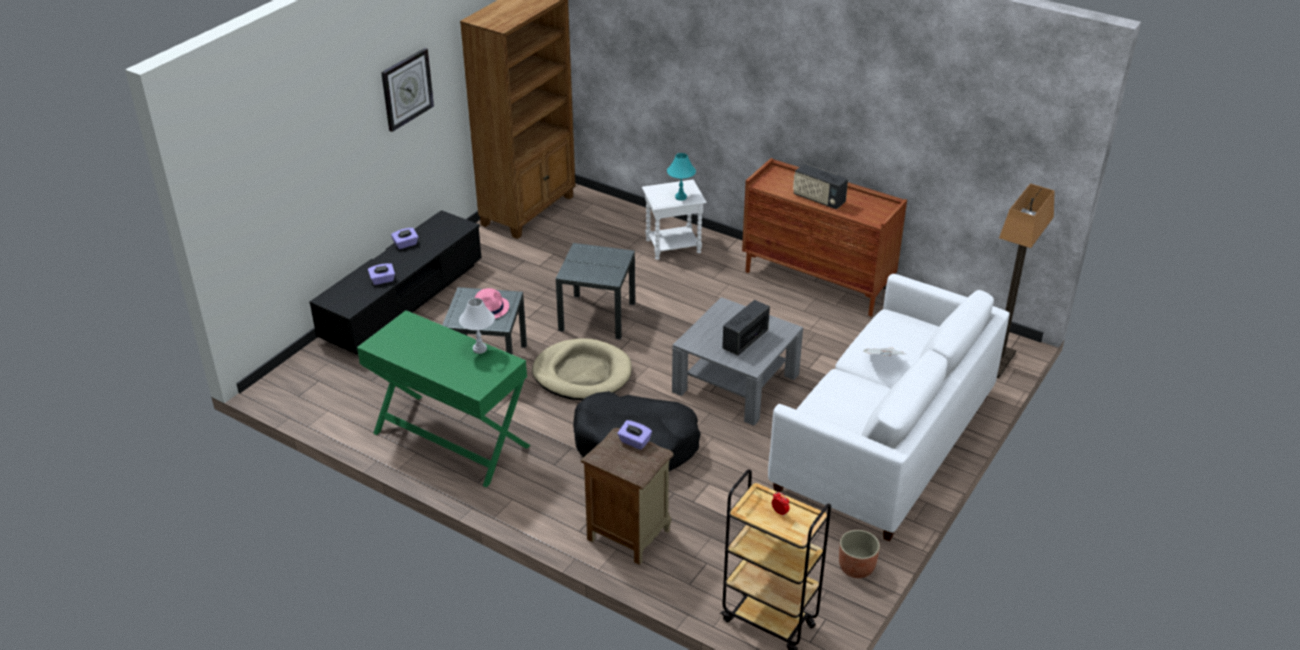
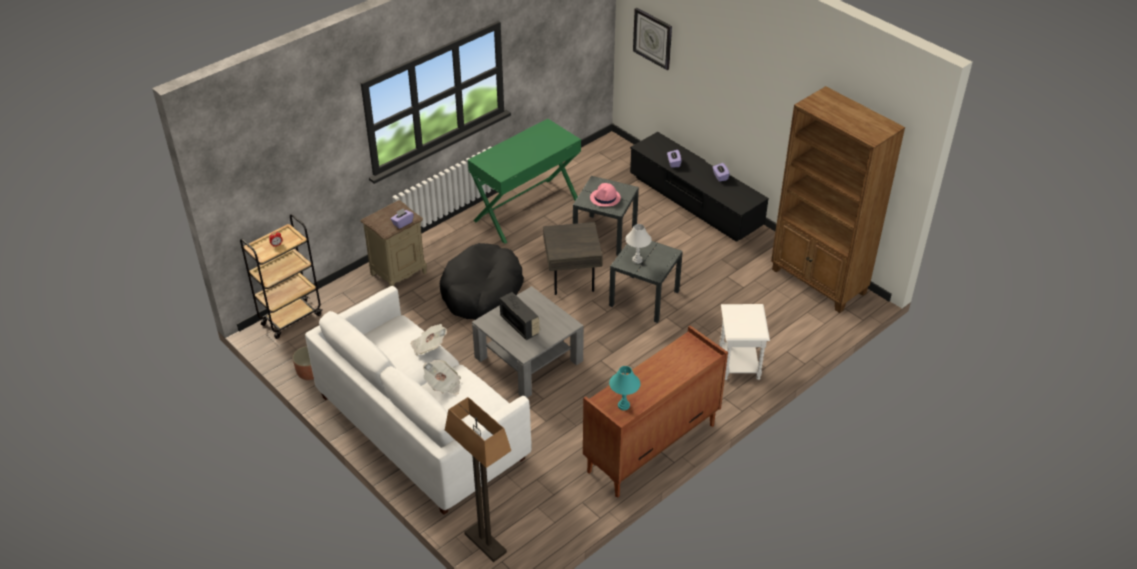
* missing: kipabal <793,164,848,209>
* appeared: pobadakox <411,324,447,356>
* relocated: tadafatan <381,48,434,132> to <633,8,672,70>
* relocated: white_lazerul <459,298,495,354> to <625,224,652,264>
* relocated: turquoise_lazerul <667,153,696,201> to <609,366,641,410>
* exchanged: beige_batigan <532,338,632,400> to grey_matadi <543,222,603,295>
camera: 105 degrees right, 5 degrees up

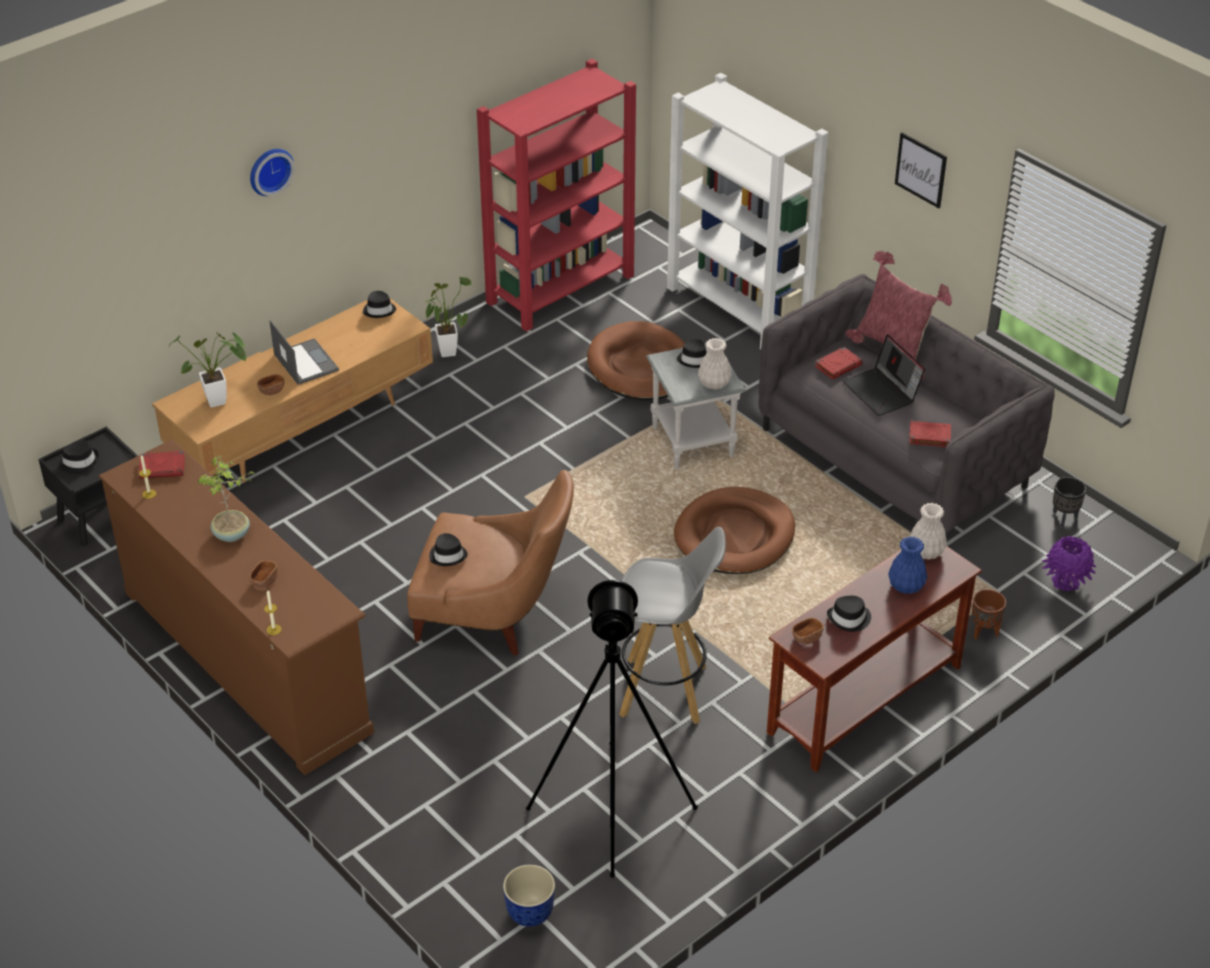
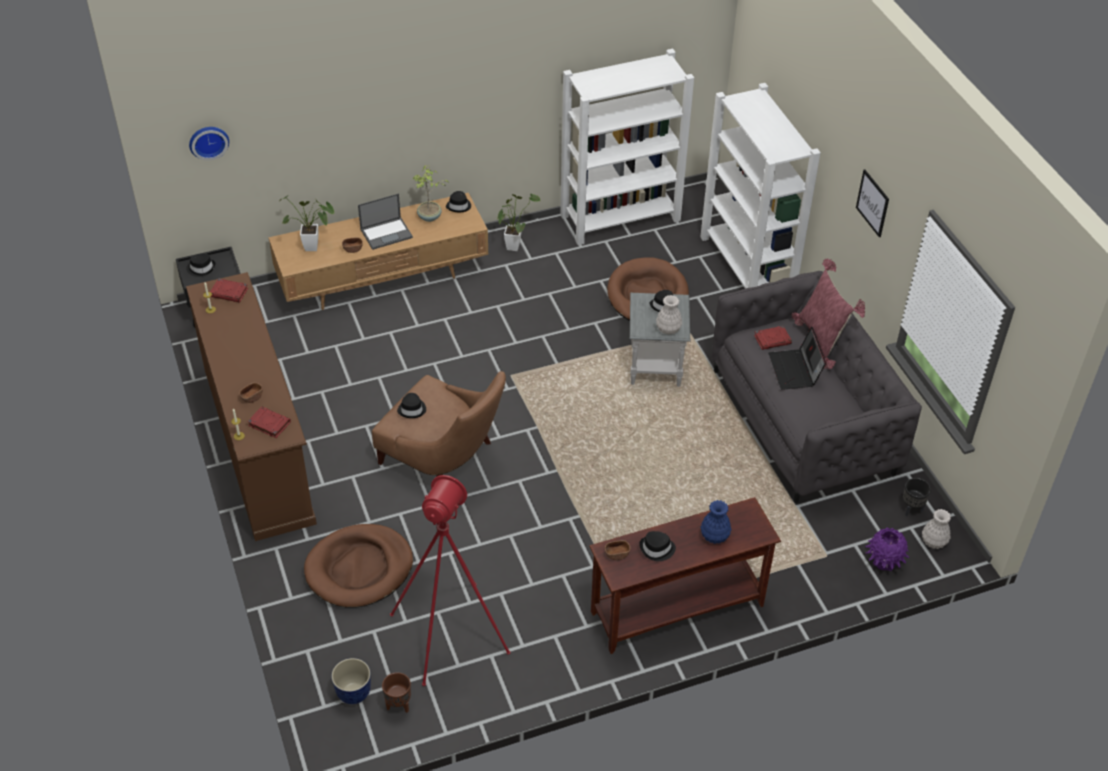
* missing: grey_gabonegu <619,527,726,724>
* relocated: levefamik <197,455,257,542> to <412,165,448,222>
* relocated: tadafatan <250,149,295,196> to <189,127,229,160>
* relocated: brown_batigan <674,487,795,574> to <304,524,413,608>
* relocated: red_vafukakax <909,421,951,447> to <247,406,291,438>
* relocated: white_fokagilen <910,503,947,559> to <922,509,951,549>
* relocated: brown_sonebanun <971,589,1006,640> to <382,672,411,713>
* colour: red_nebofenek <477,59,636,331> to white_nebofenek <560,49,694,245>
* colour: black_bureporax <526,580,698,878> to red_bureporax <390,475,510,686>
* spun: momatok <270,320,339,385> = <358,193,413,250> 75 degrees clockwise
camera: 20 degrees right, 5 degrees up

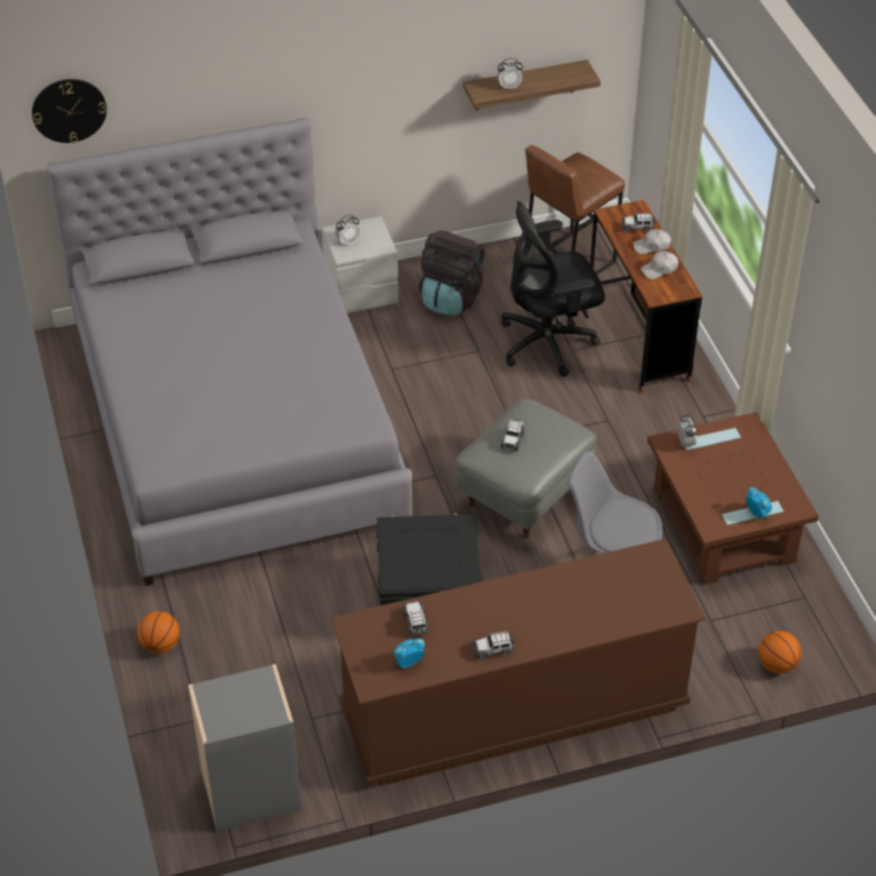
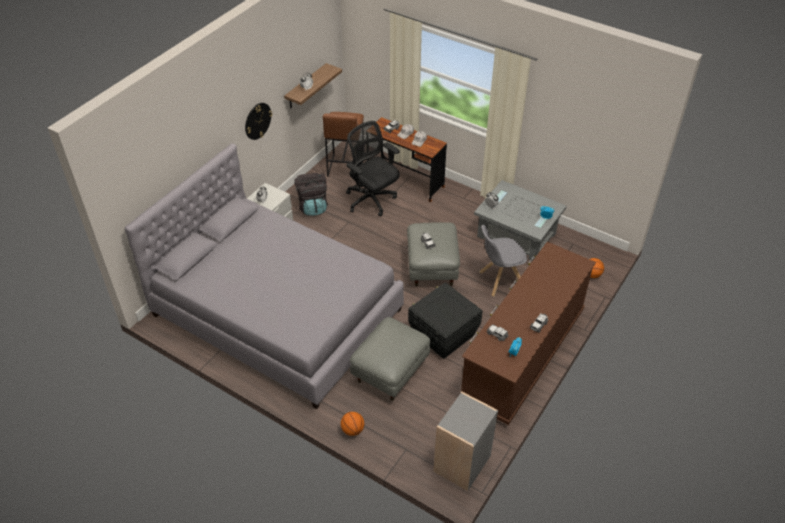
* appeared: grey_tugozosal <350,317,430,401>
* relocated: tadafatan <32,79,107,143> to <245,103,272,140>
* colour: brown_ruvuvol <647,412,819,585> to grey_ruvuvol <474,180,567,261>
* spun: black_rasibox <502,201,605,377> = <346,121,400,216> 105 degrees clockwise
camera: 40 degrees left, 0 degrees up

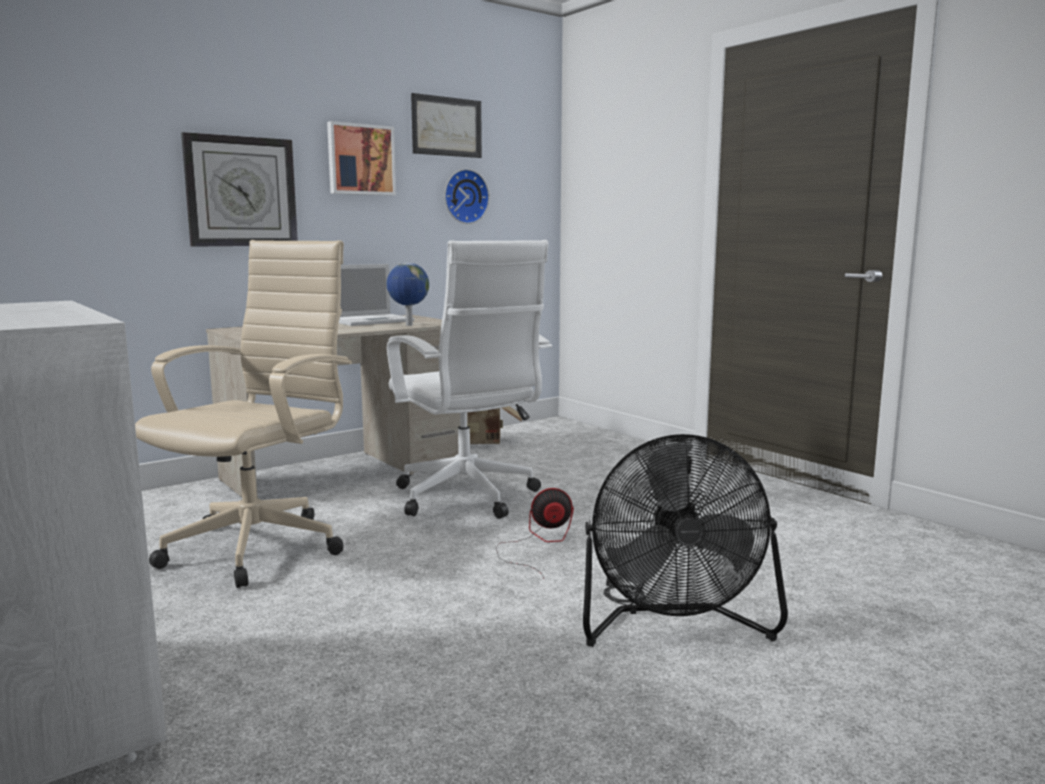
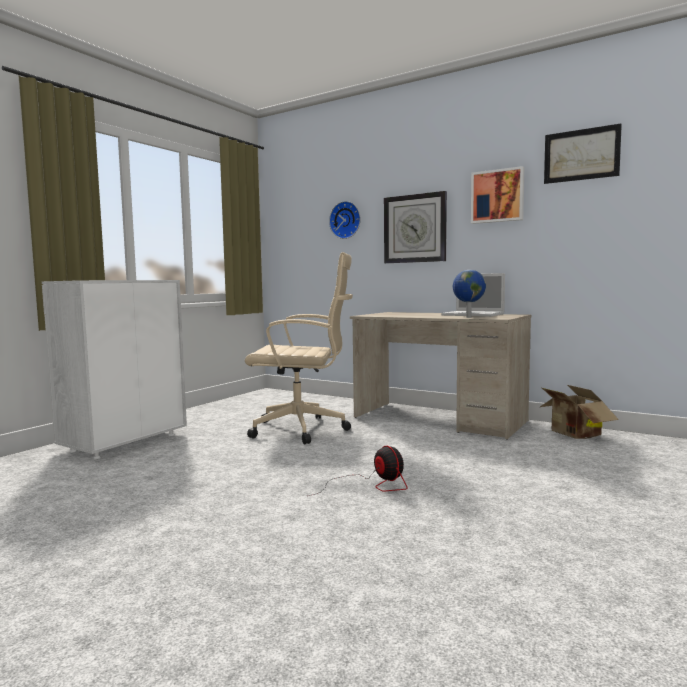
* missing: white_rasibox <387,240,552,519>
* missing: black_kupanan <583,434,788,647>
* relocated: tadafatan <445,169,489,224> to <329,201,360,239>
camera: 70 degrees right, 5 degrees down

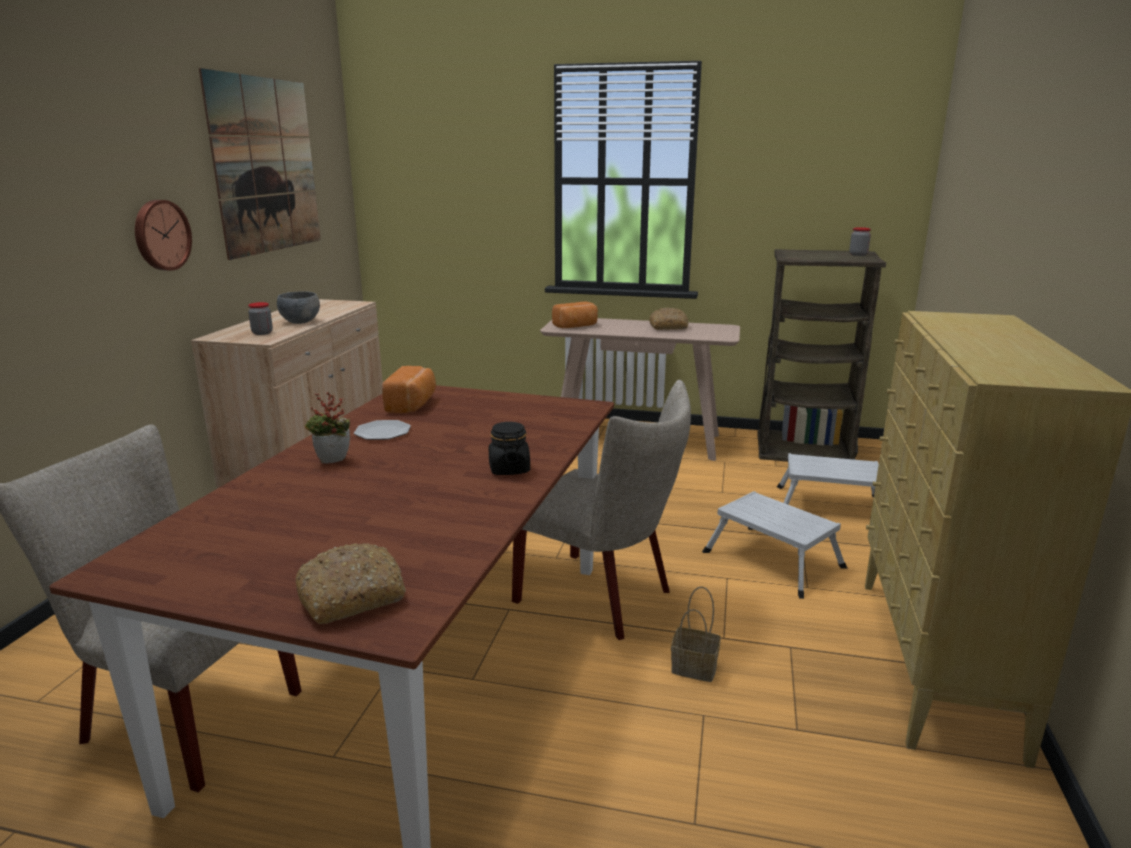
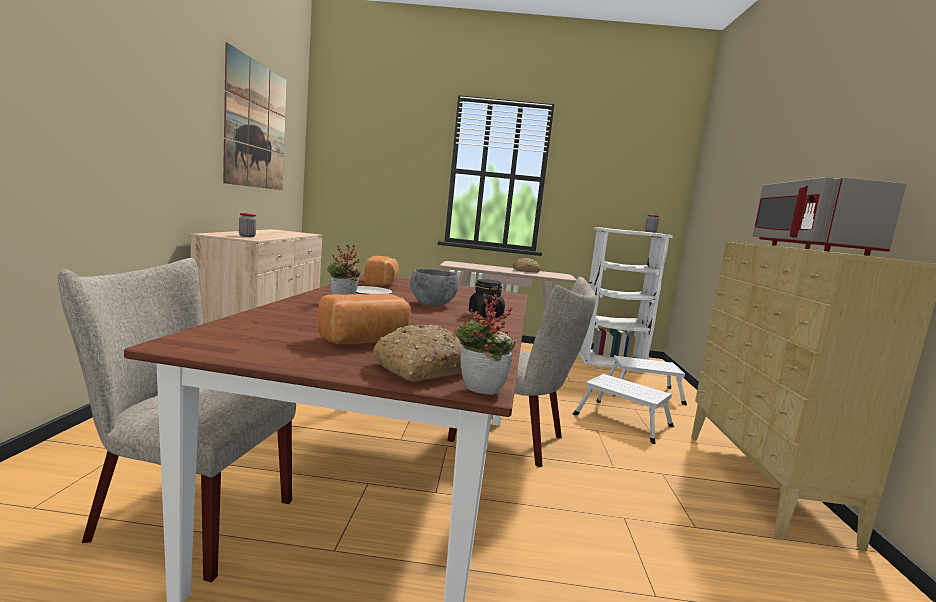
* missing: tadafatan <135,200,192,271>
* missing: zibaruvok <671,586,721,682>
* appeared: levefamik <455,293,516,395>
* appeared: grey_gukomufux <753,177,907,256>
* relocated: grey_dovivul <277,291,320,324> to <410,269,459,306>
* relocated: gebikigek <552,301,598,328> to <318,294,411,344>
* colour: brown_nebofenek <758,249,886,462> to white_nebofenek <578,227,673,368>
camera: 10 degrees left, 10 degrees down

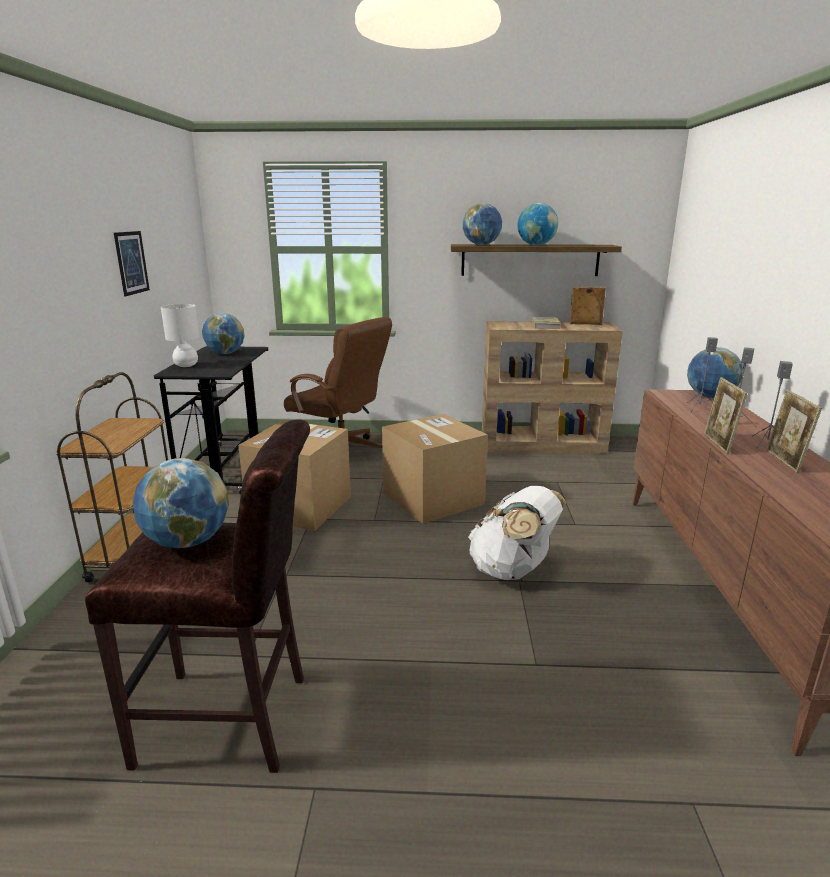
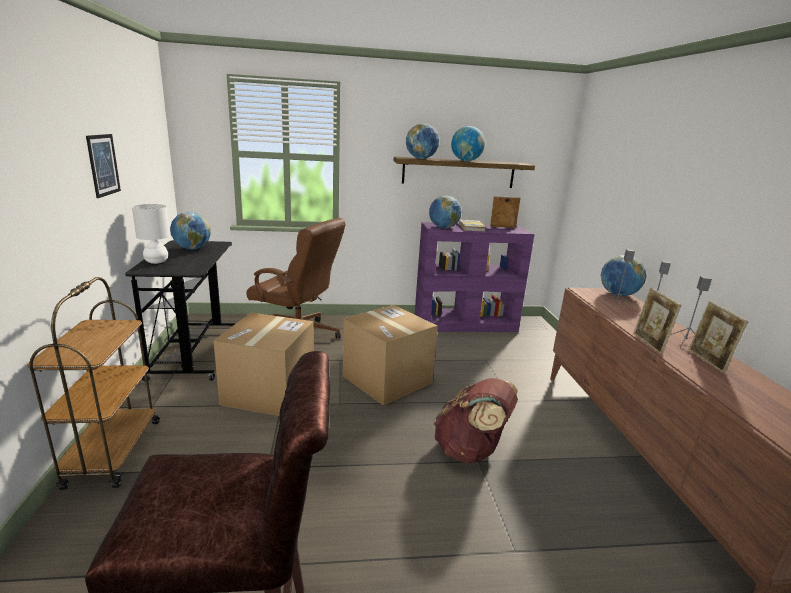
* relocated: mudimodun <133,458,229,548> to <429,196,461,228>
* colour: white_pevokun <468,486,566,580> to brown_pevokun <434,378,518,463>
* colour: brown_nebofenek <482,321,623,454> to purple_nebofenek <415,222,534,332>
camera: 10 degrees left, 0 degrees up

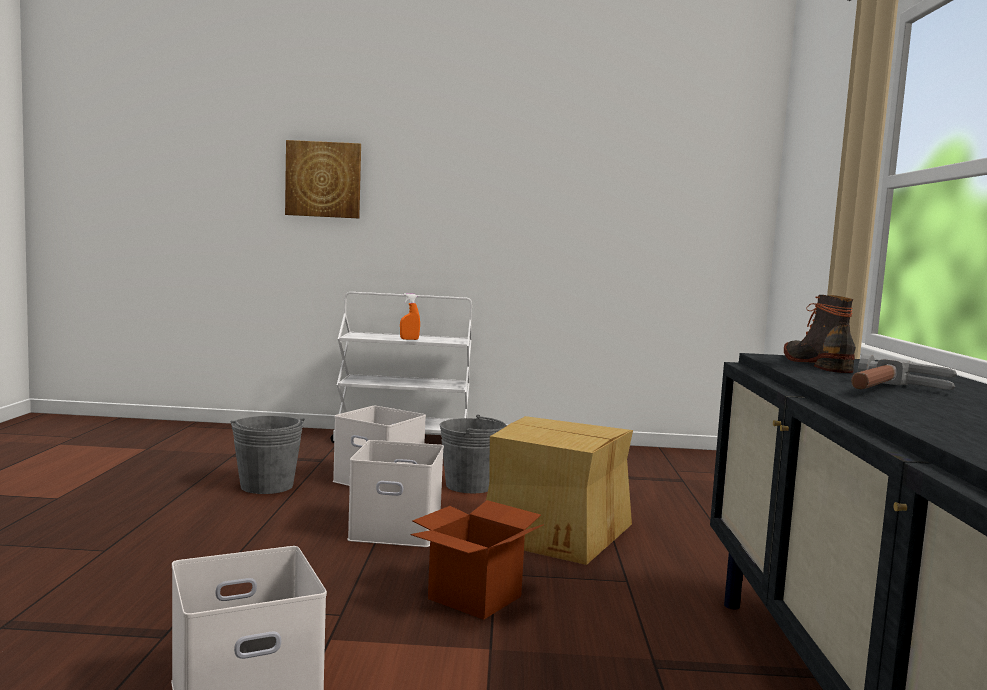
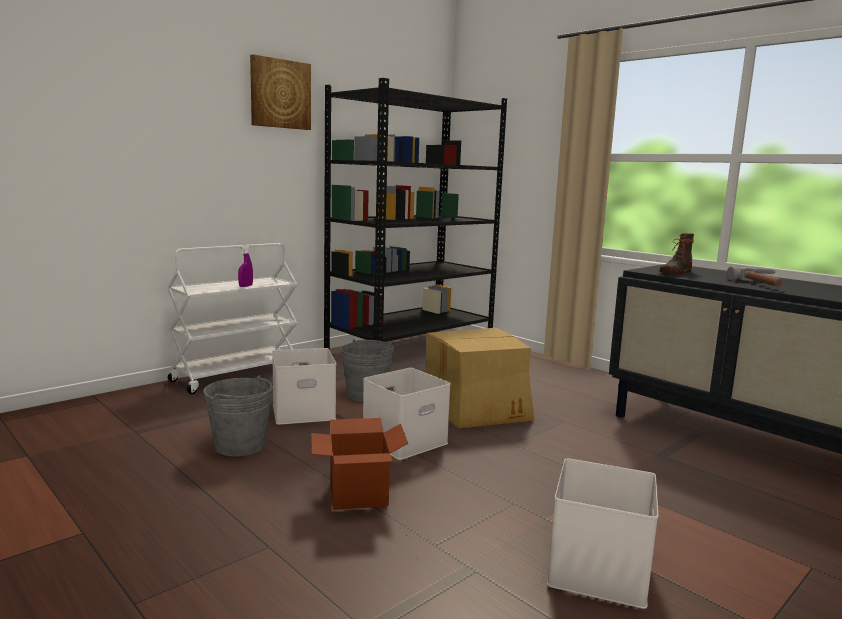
* appeared: black_nebofenek <324,78,507,350>
* relocated: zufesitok <285,140,361,218> to <250,54,311,130>
* relocated: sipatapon <410,500,544,620> to <311,418,408,510>
* colour: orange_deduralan <400,293,420,340> to purple_deduralan <238,245,253,287>
* spun: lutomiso <784,295,856,373> = <659,233,694,275> 90 degrees counterclockwise
camera: 45 degrees left, 5 degrees up

